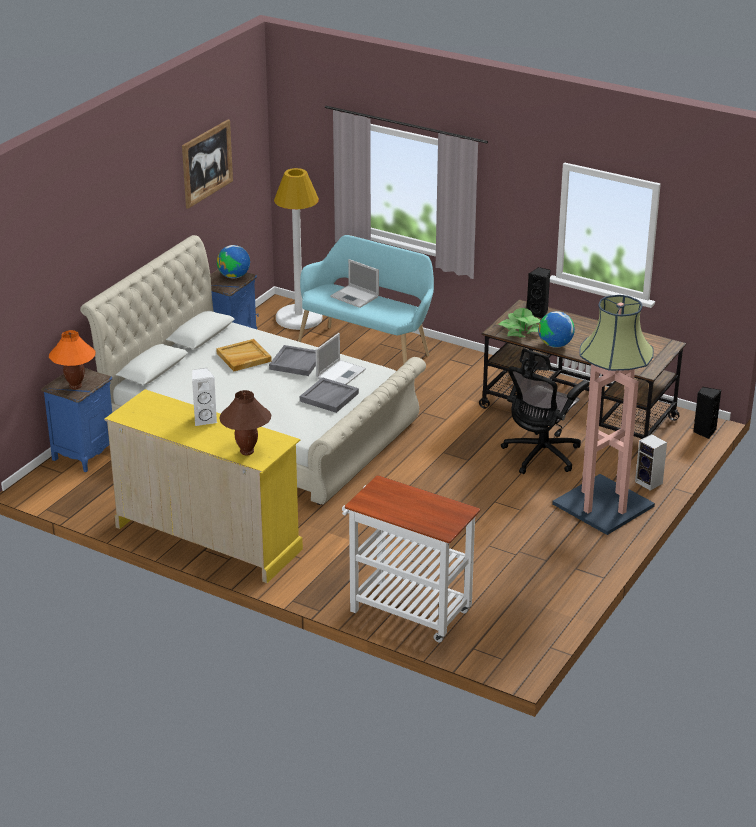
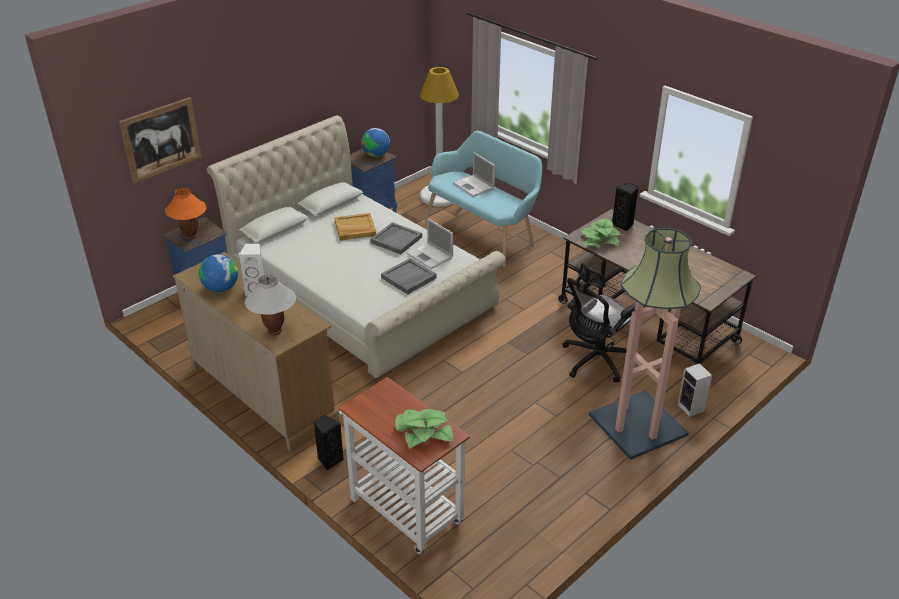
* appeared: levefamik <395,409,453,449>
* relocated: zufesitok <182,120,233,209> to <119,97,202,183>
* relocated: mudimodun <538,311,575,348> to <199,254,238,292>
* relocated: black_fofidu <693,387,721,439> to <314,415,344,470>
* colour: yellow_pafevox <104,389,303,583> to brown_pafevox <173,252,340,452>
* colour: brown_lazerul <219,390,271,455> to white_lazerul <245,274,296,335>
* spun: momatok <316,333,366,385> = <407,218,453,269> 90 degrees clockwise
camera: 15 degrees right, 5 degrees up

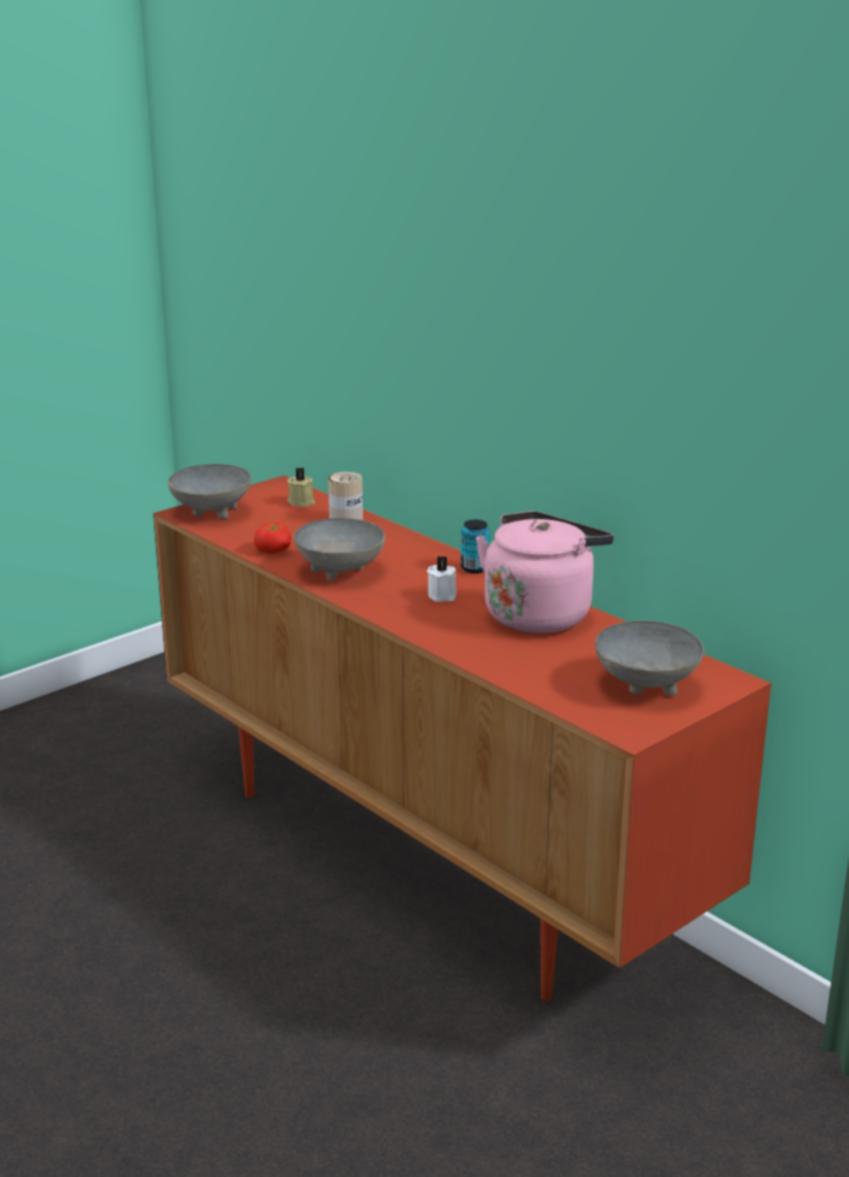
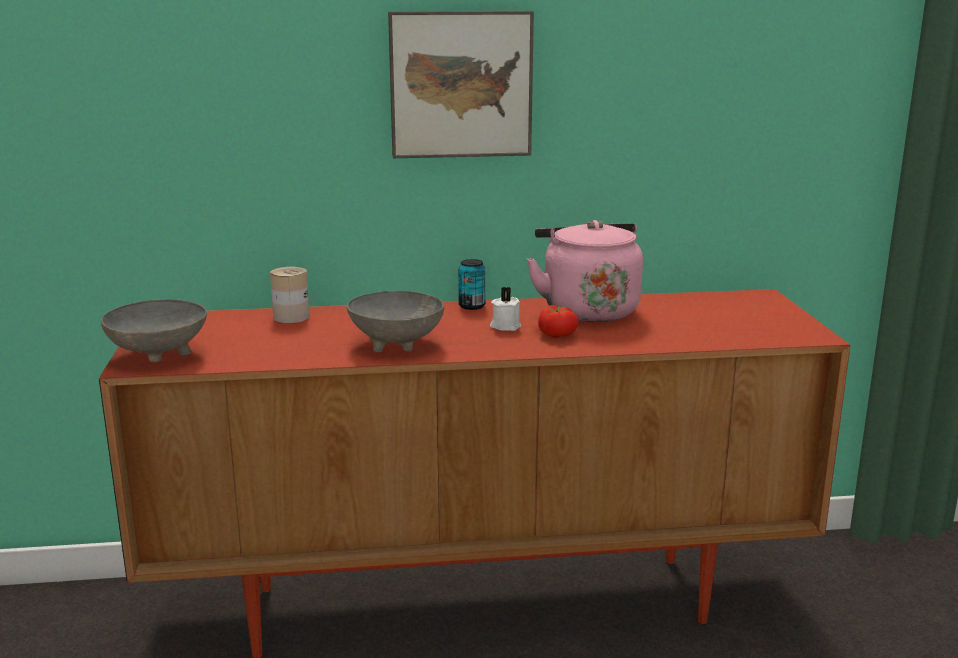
* missing: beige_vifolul <287,467,315,507>
* missing: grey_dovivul <595,620,704,696>
* appeared: zufesitok <388,11,534,158>
* relocated: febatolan <254,522,291,554> to <538,305,579,338>
camera: 55 degrees left, 5 degrees down

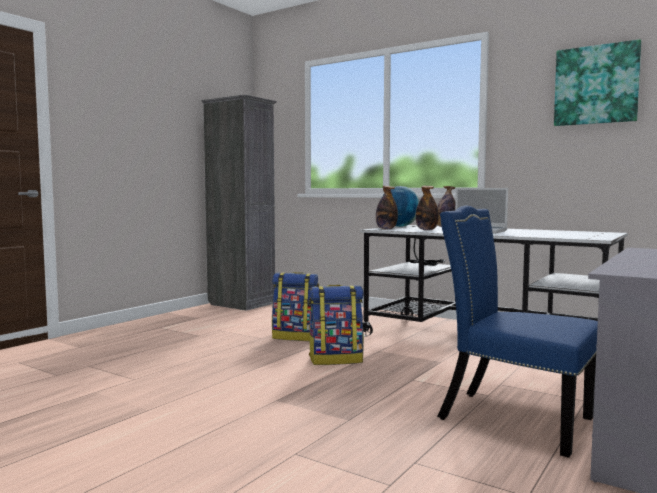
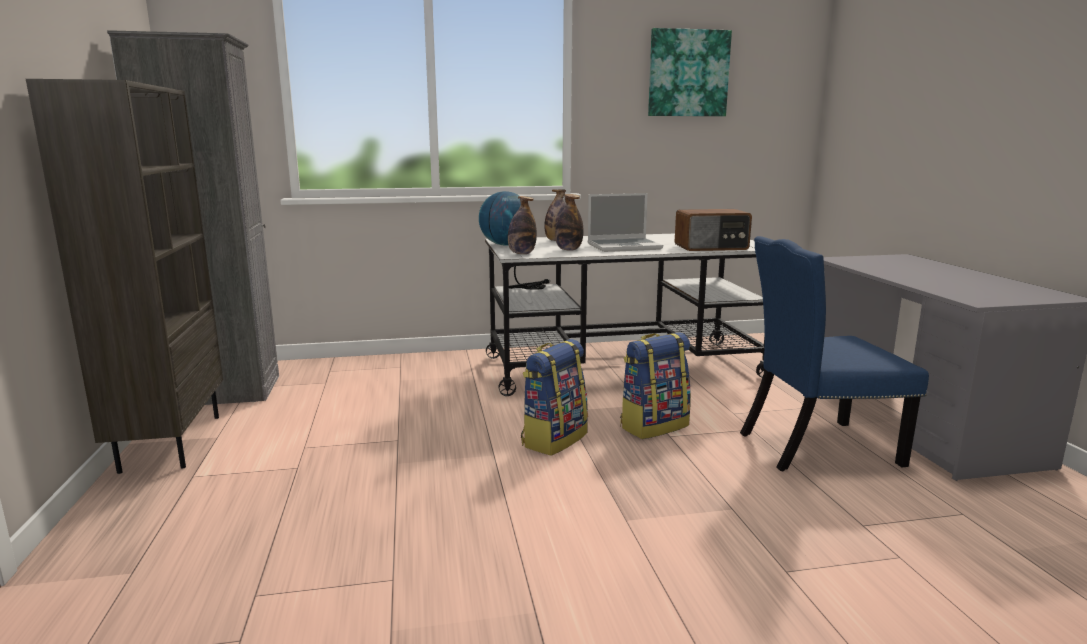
* appeared: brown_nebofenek <26,79,223,474>
* appeared: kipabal <675,209,752,251>
* relocated: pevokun <272,272,319,341> to <620,332,691,439>
camera: 45 degrees left, 10 degrees up

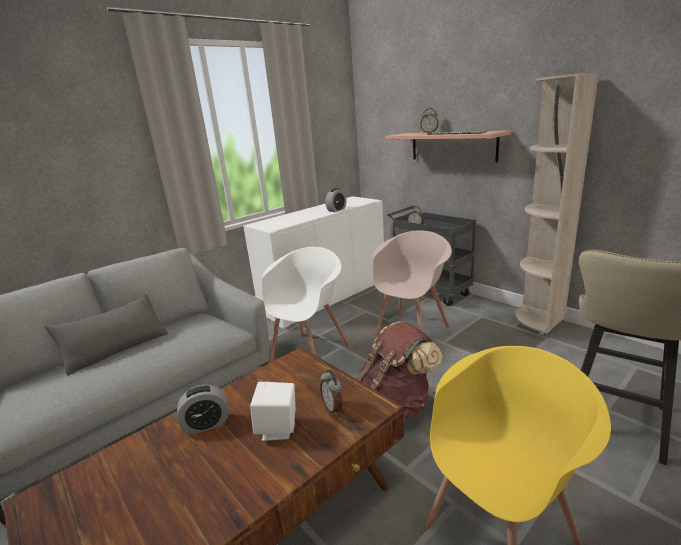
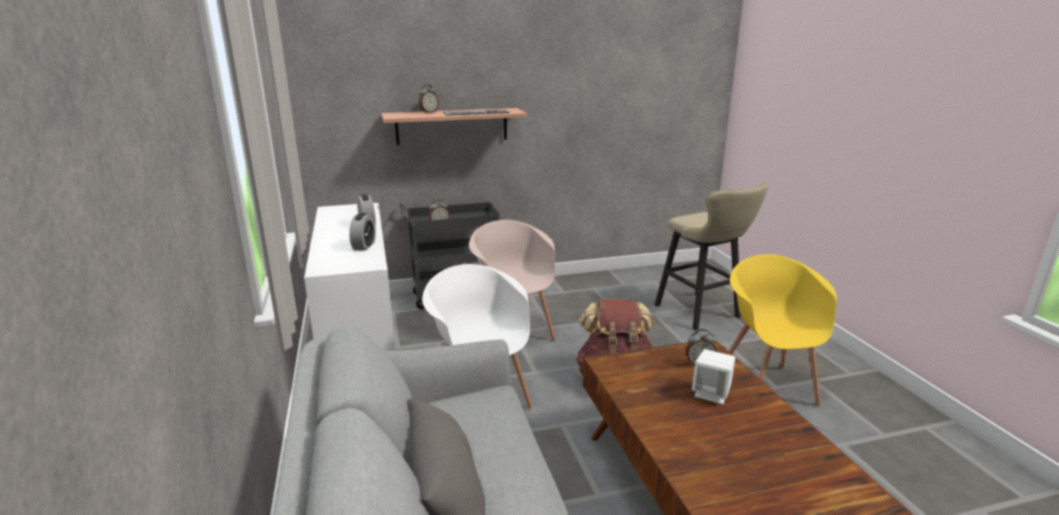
* missing: beige_nebofenek <515,73,599,335>
* relocated: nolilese <177,385,229,435> to <349,213,376,251>
camera: 65 degrees left, 0 degrees up

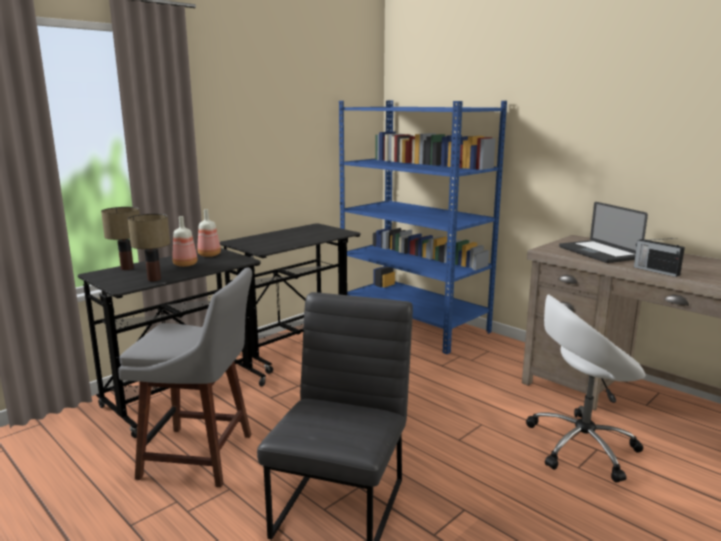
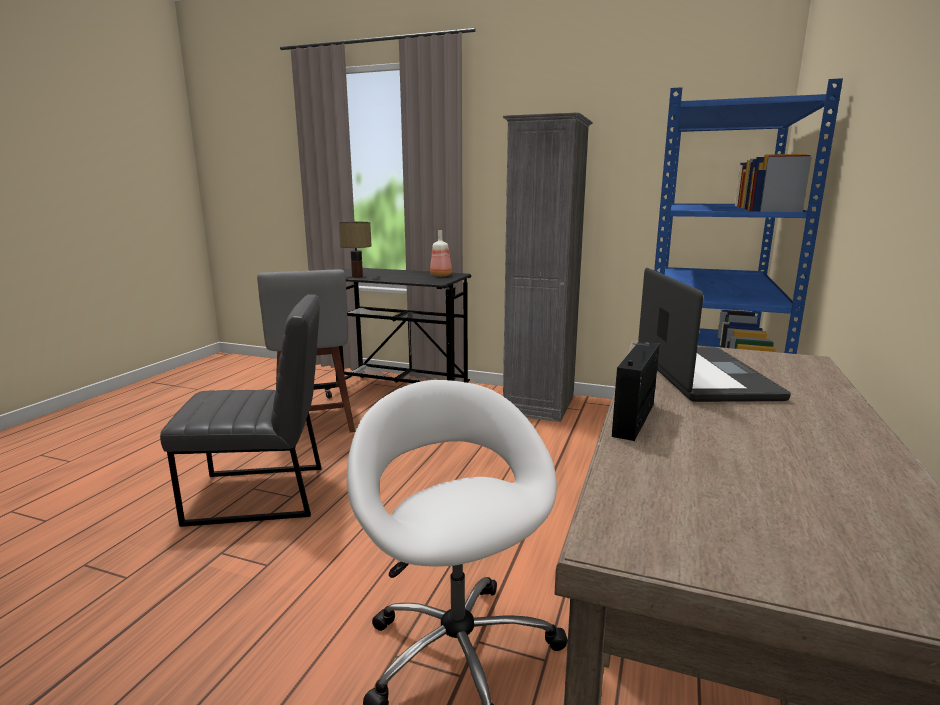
* missing: lazerul <101,207,140,270>
* missing: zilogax <172,216,198,267>
* exchanged: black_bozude <220,223,360,374> to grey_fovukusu <503,113,593,422>
* spun: momatok <559,202,648,263> = <638,268,791,402> 135 degrees clockwise
camera: 65 degrees right, 0 degrees up

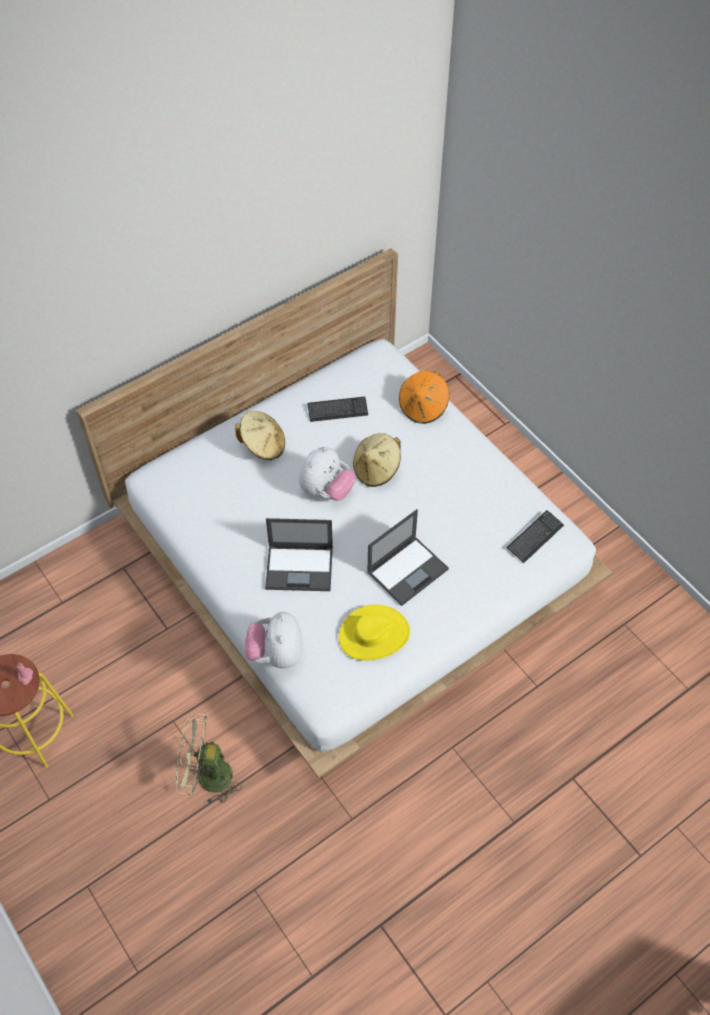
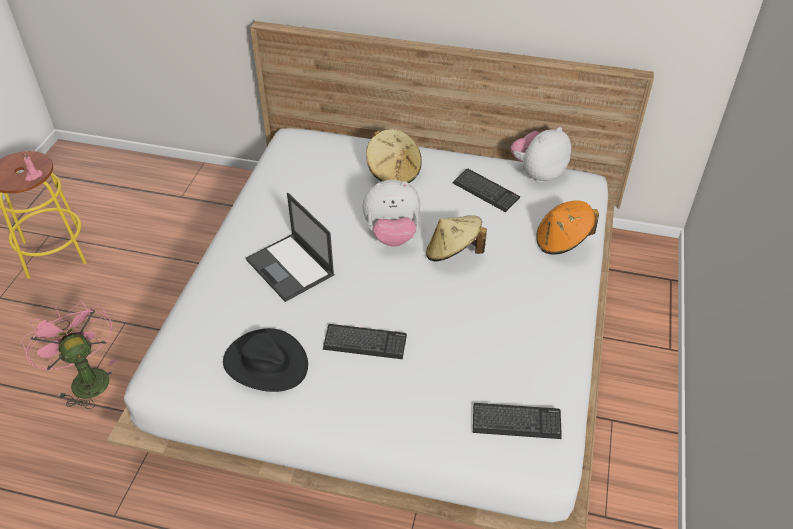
* relocated: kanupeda <245,612,303,668> to <511,127,571,183>
* exchanged: momatok <367,509,449,606> to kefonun <323,324,407,359>
* colour: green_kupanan <176,713,242,805> to pink_kupanan <21,300,117,409>
* colour: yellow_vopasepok <339,605,410,661> to black_vopasepok <223,328,308,392>
camera: 50 degrees right, 10 degrees down

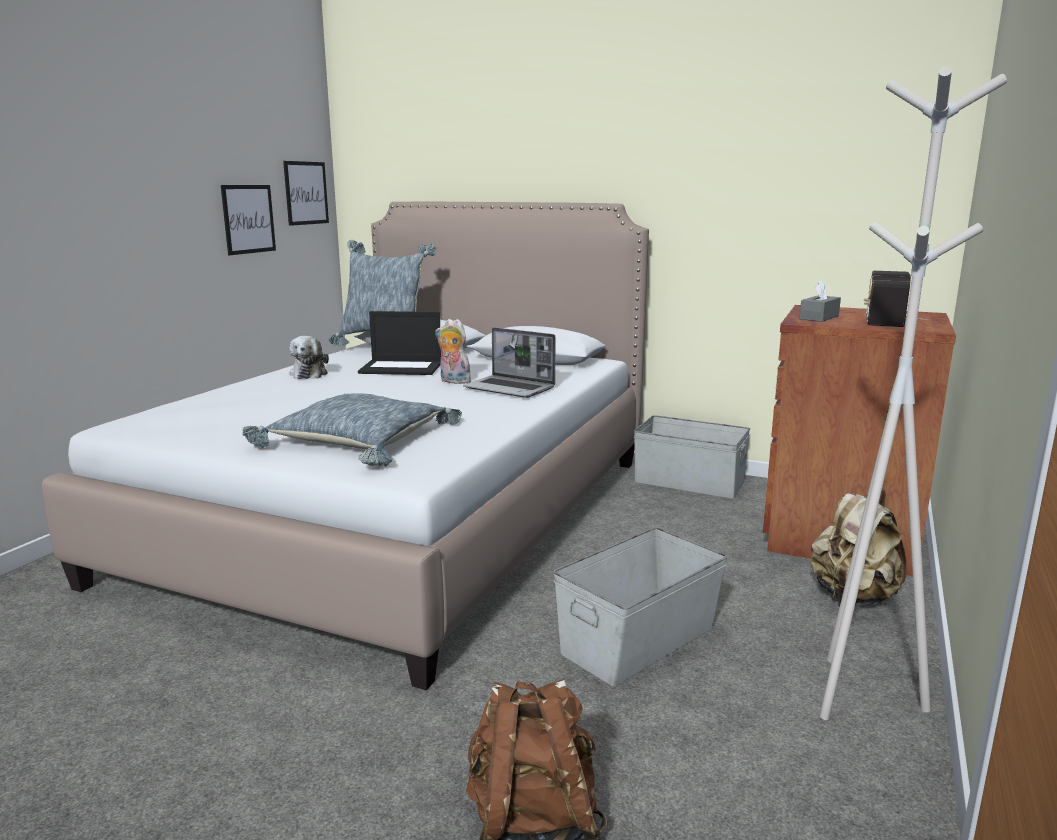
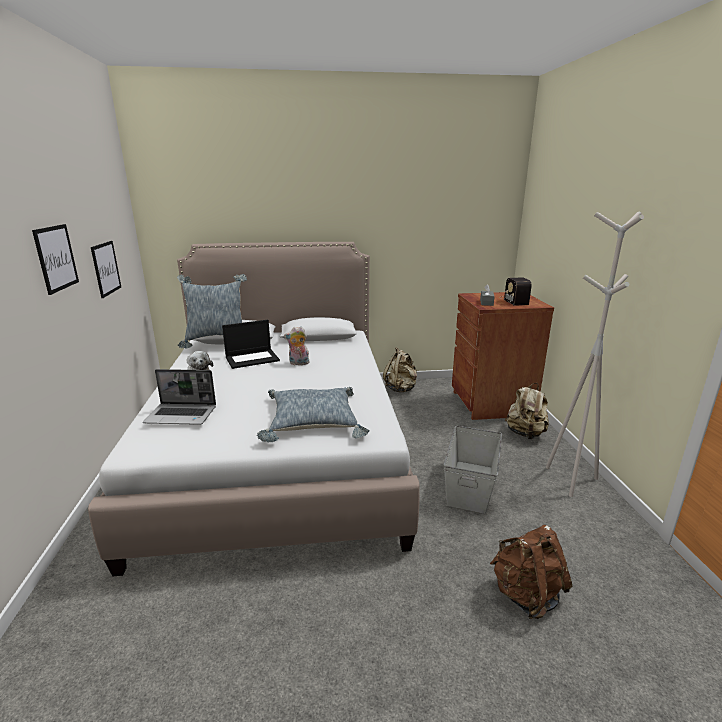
* relocated: zufesitok <283,161,329,226> to <32,224,79,295>
* relocated: momatok <463,327,556,398> to <143,369,216,425>
* exchanged: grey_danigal <634,415,750,499> to beige_pevokun <383,347,417,392>
camera: 30 degrees left, 5 degrees up

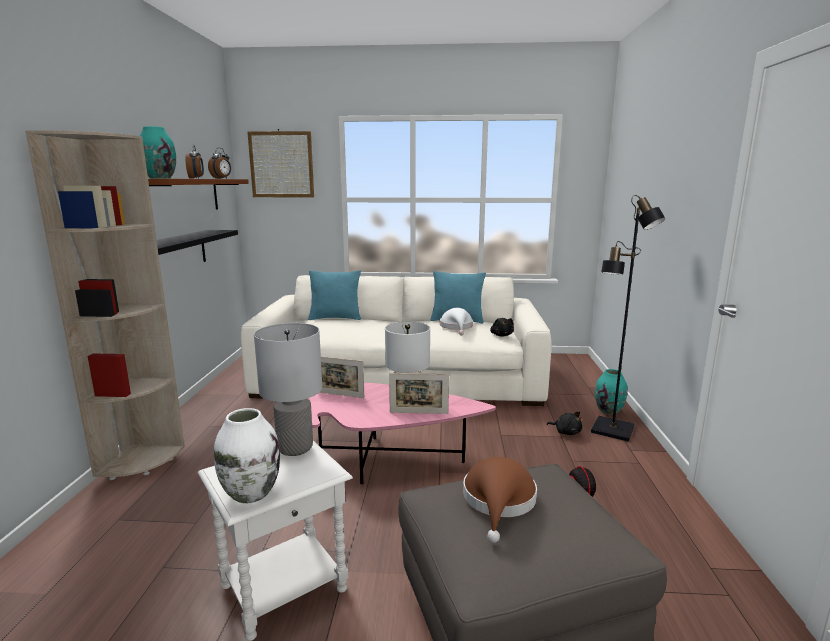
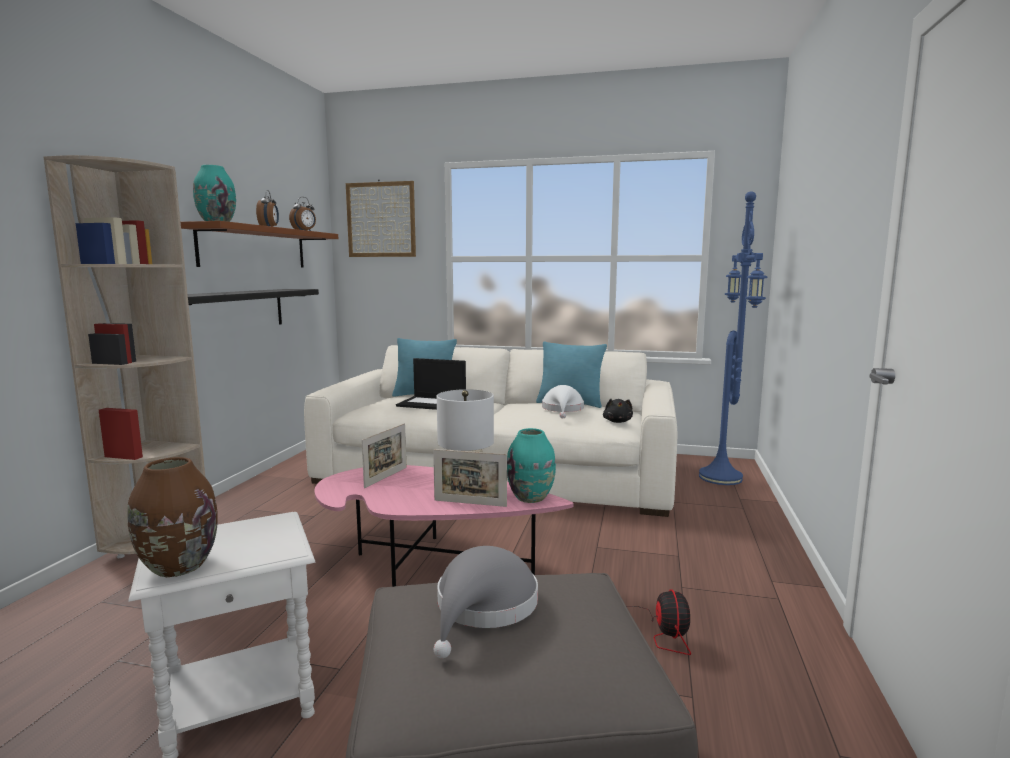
* missing: grey_lazerul <254,323,322,456>
* missing: black_kanupeda <547,412,582,435>
* missing: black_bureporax <591,195,665,442>
* appeared: momatok <396,358,466,410>
* appeared: blue_bureporax <699,191,767,485>
* relocated: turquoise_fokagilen <595,369,627,415> to <507,428,556,503>
* colour: white_fokagilen <214,408,280,503> to brown_fokagilen <127,457,218,577>
* colour: brown_vopasepok <463,457,537,543> to grey_vopasepok <434,546,538,658>
* spun: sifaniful <319,356,364,398> = <362,423,406,488> 90 degrees counterclockwise
camera: 10 degrees right, 5 degrees down

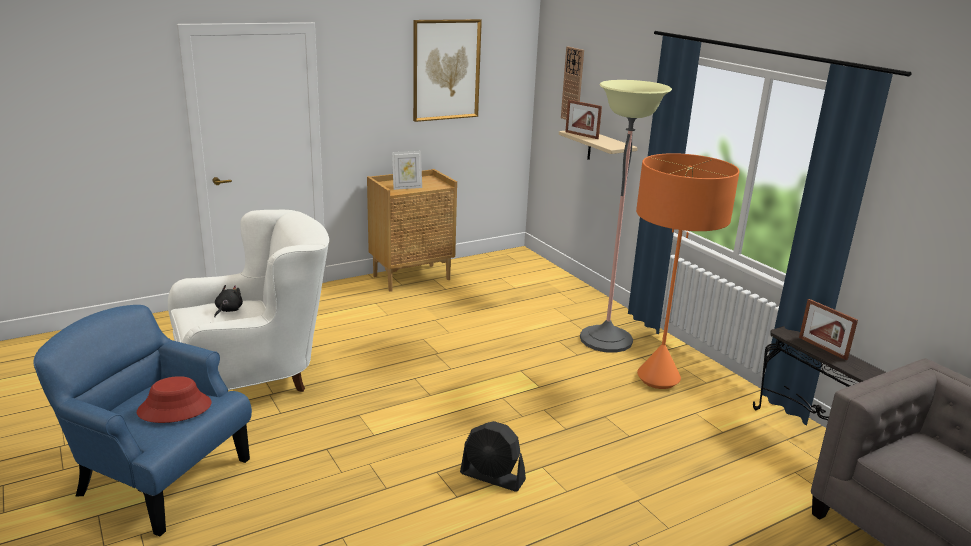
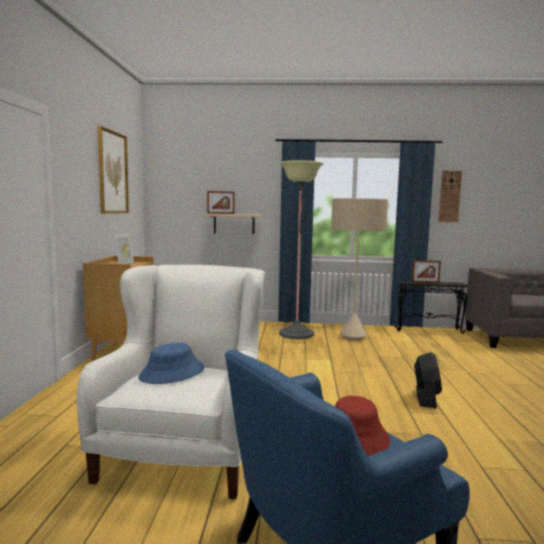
* relocated: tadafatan <561,47,584,120> to <438,170,462,223>
* exchanged: black_kanupeda <214,285,243,317> to blue_vopasepok <138,343,205,384>
* colour: orange_bureporax <636,153,740,389> to beige_bureporax <331,198,388,340>
* spun: black_kupanan <460,421,526,492> = <414,352,442,408> 45 degrees counterclockwise
camera: 55 degrees left, 15 degrees down

